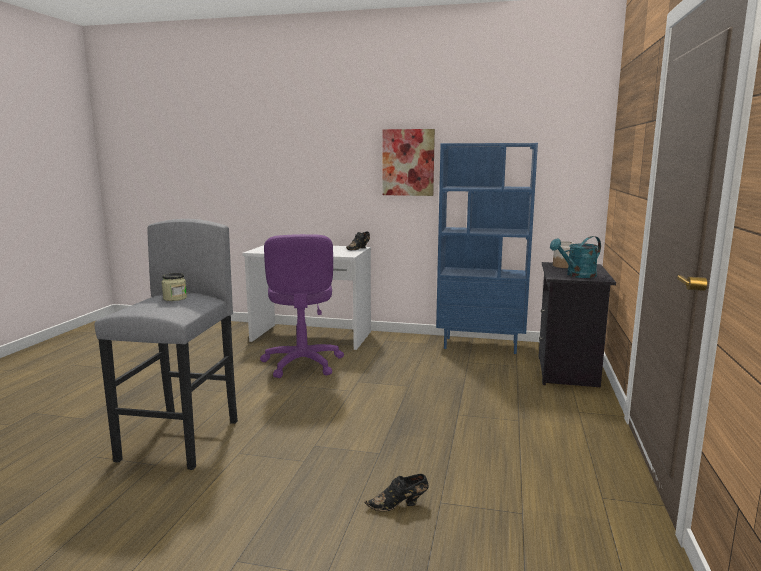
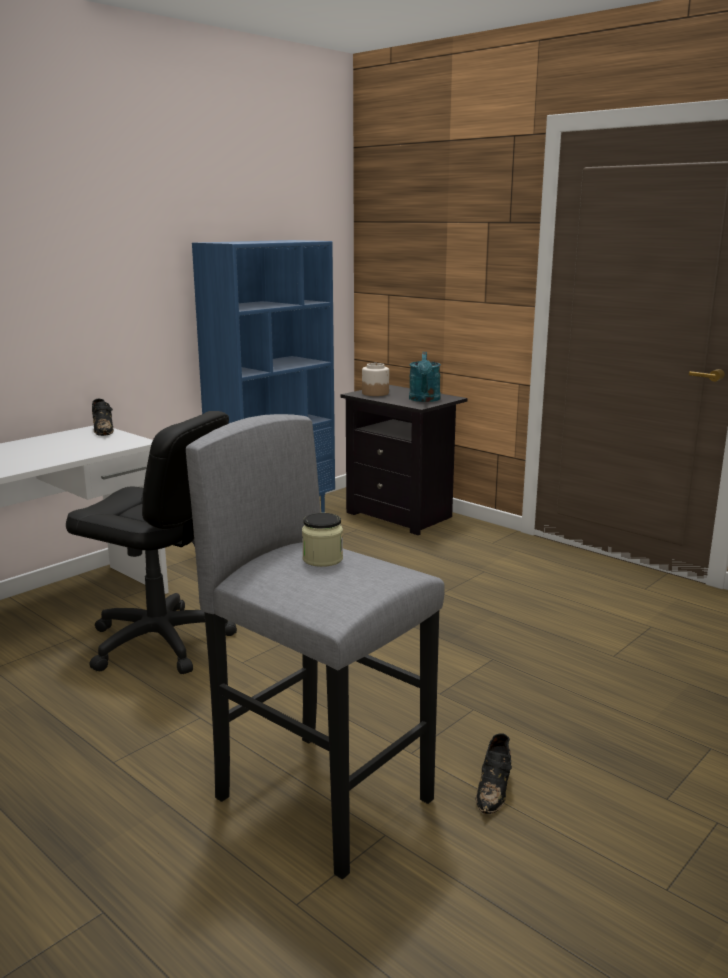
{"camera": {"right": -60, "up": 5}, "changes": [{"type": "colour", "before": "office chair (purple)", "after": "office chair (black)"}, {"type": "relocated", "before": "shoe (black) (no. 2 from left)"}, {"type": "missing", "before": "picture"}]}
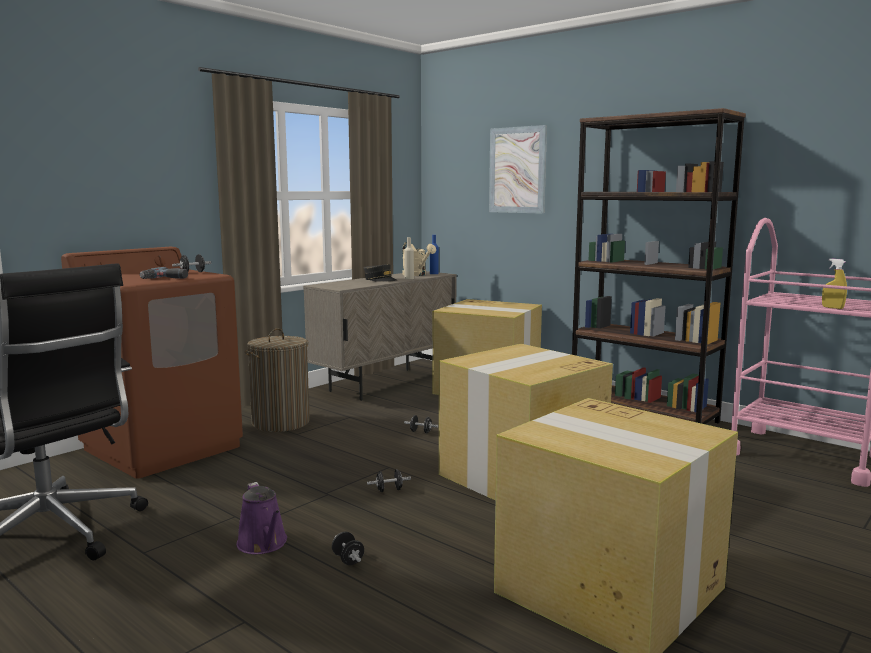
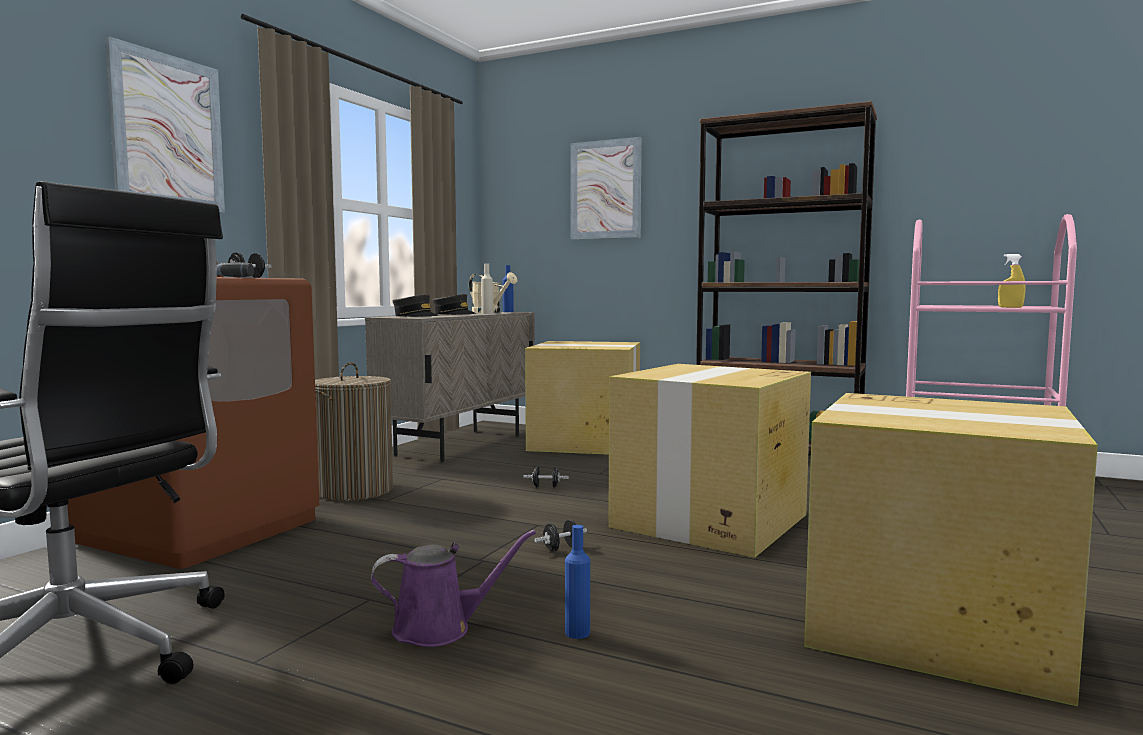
{"camera": {"right": -15, "up": -5}, "changes": [{"type": "appeared", "after": "picture (no. 1 from left)"}, {"type": "spun", "before": "watering can (purple)", "turn": -60}, {"type": "appeared", "after": "cap (grey) (no. 1 from left)"}, {"type": "exchanged", "before": "dumbbell (black) (no. 2 from left)", "after": "bottle (blue) (no. 2 from left)"}]}
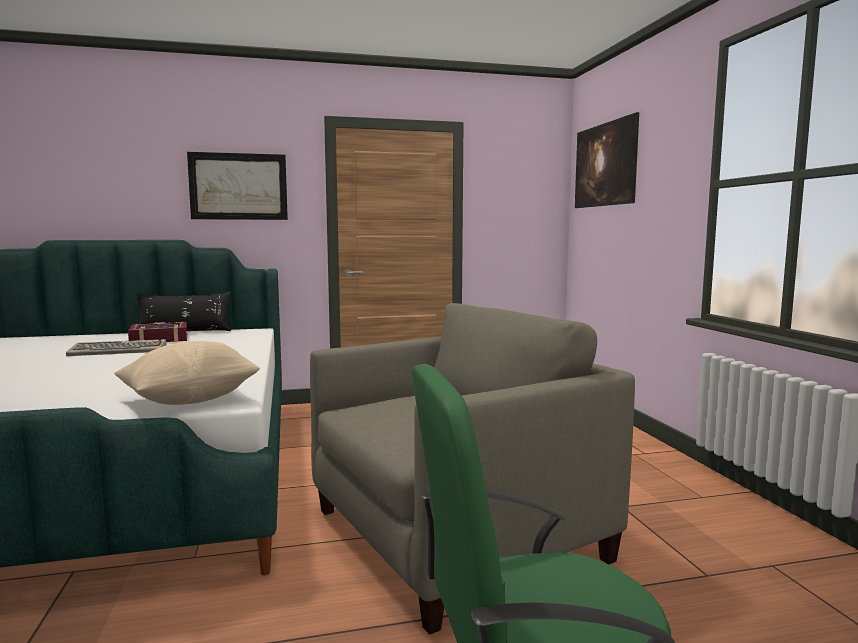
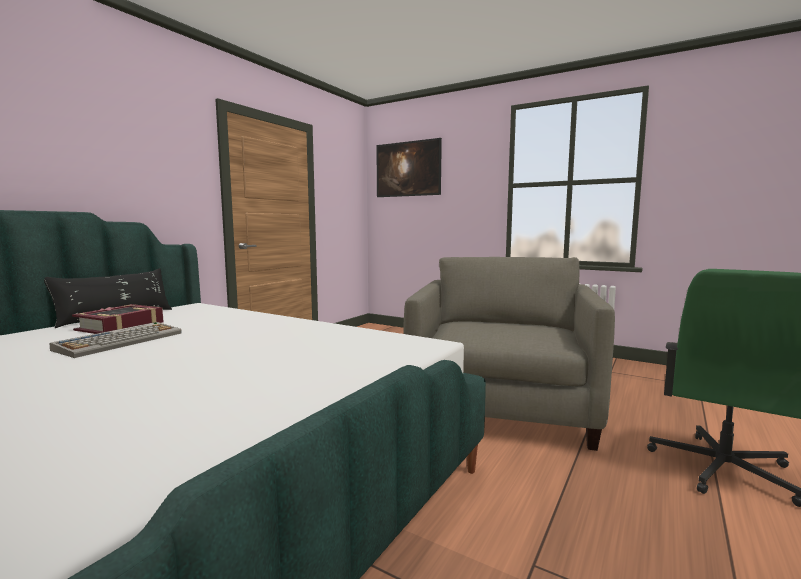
{"camera": {"right": -45, "up": 0}, "changes": [{"type": "missing", "before": "pillow (beige)"}, {"type": "missing", "before": "picture (no. 1 from left)"}]}
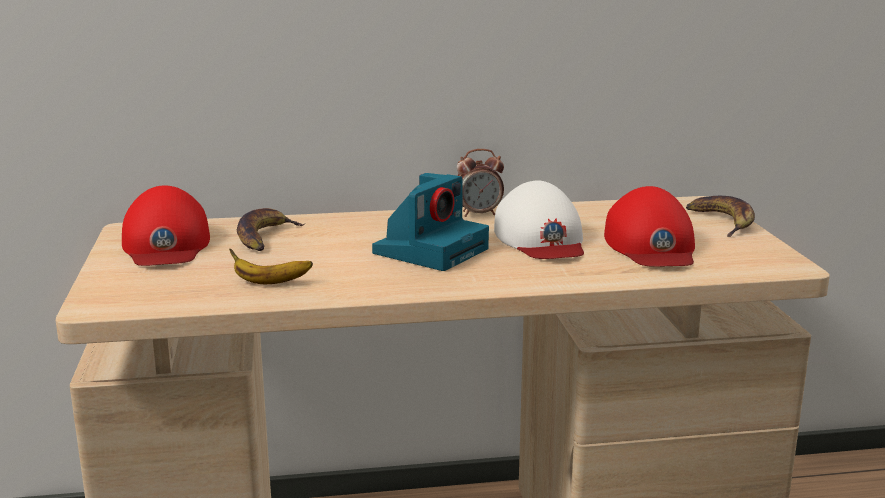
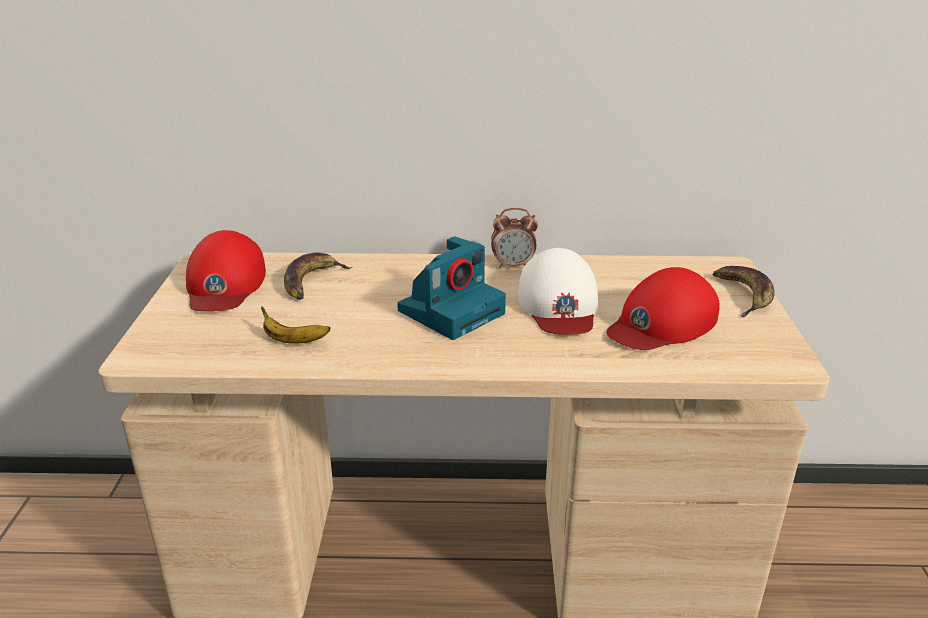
{"camera": {"right": 10, "up": 10}, "changes": [{"type": "spun", "before": "cap (red) (no. 2 from left)", "turn": 45}]}
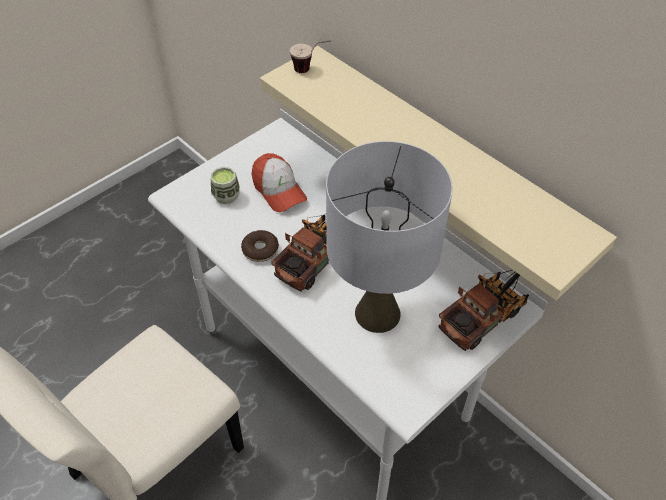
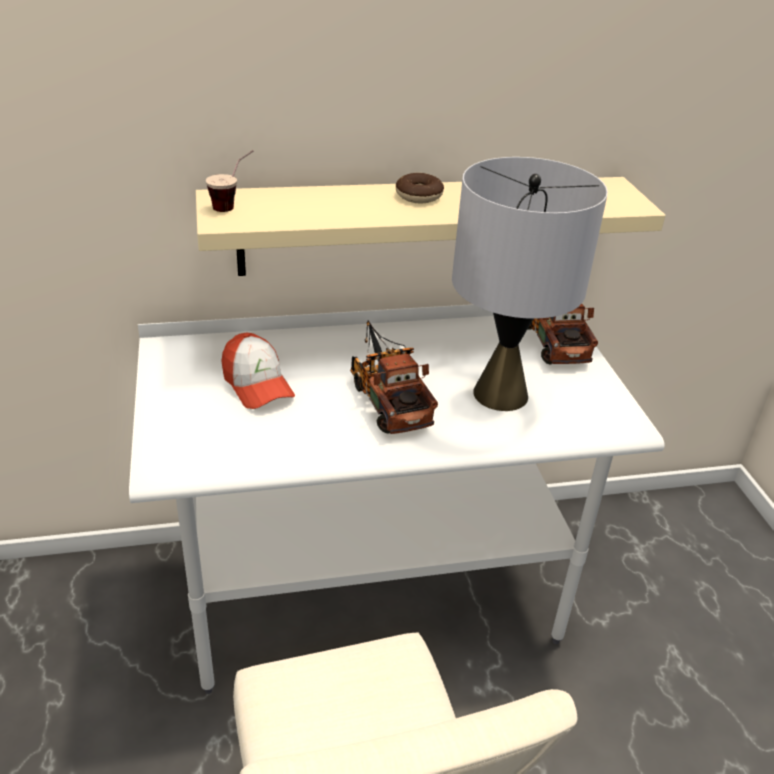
{"camera": {"right": -60, "up": -15}, "changes": [{"type": "spun", "before": "cap", "turn": 60}, {"type": "relocated", "before": "donut"}, {"type": "missing", "before": "cup (no. 1 from left)"}]}
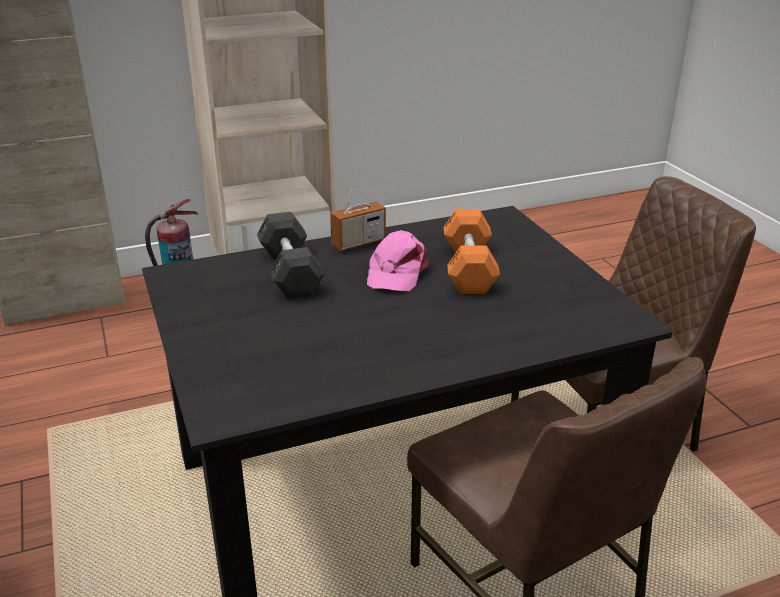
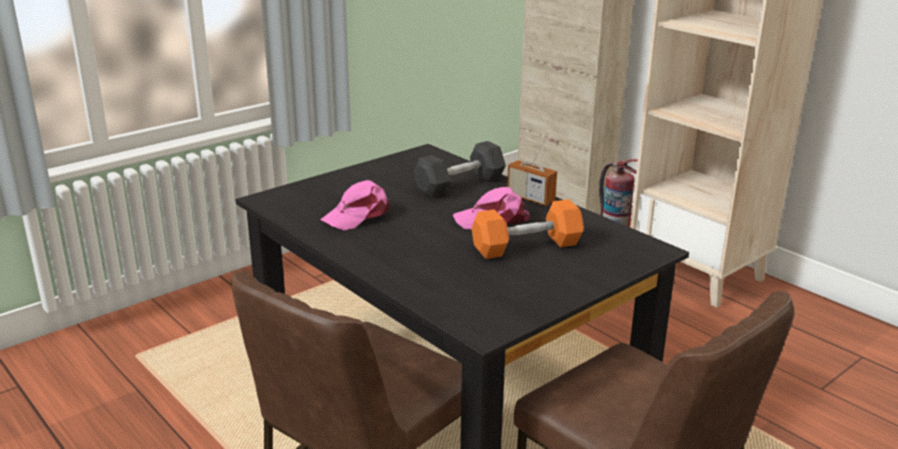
{"camera": {"right": 70, "up": -5}, "changes": [{"type": "appeared", "after": "cap (pink) (no. 1 from left)"}]}
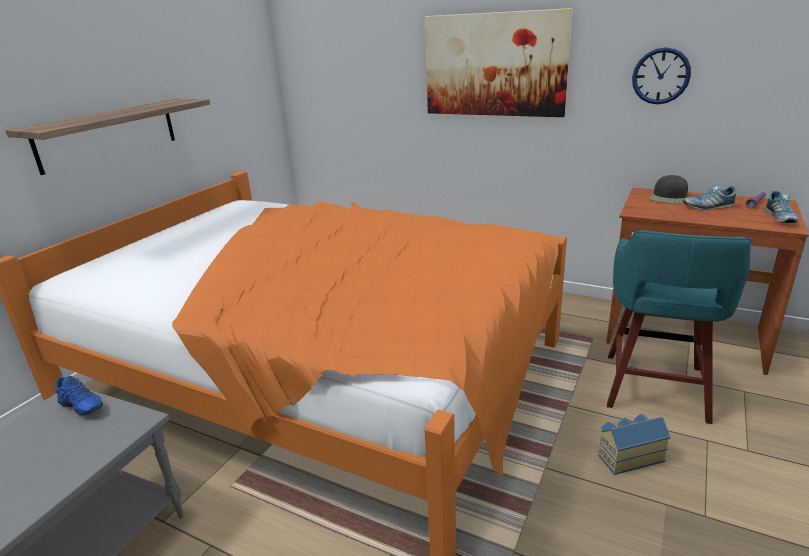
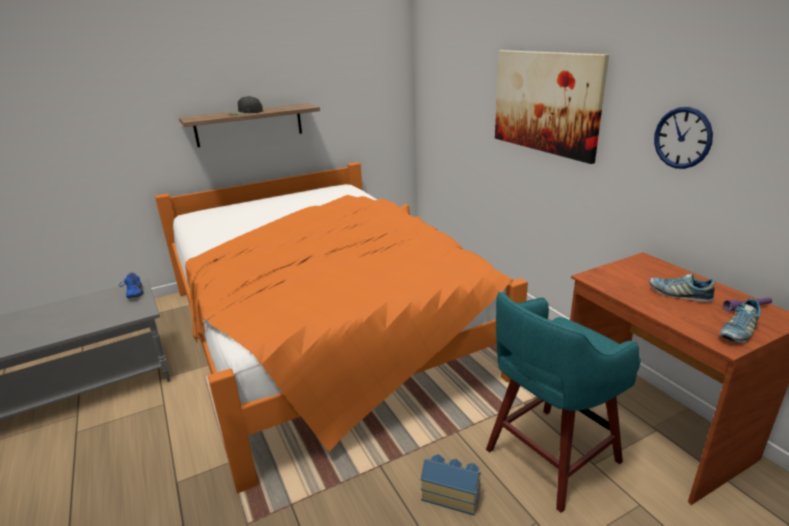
{"camera": {"right": 35, "up": 0}, "changes": [{"type": "relocated", "before": "cap (black)"}]}
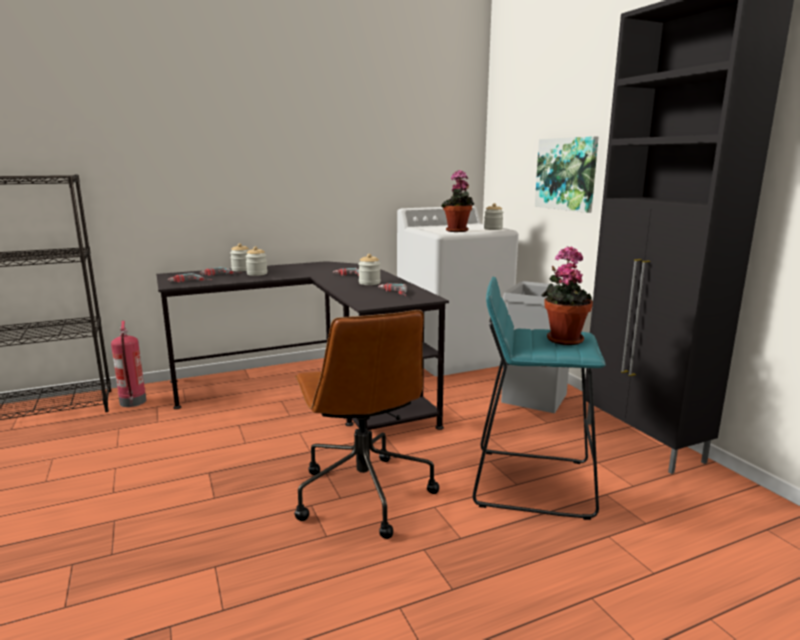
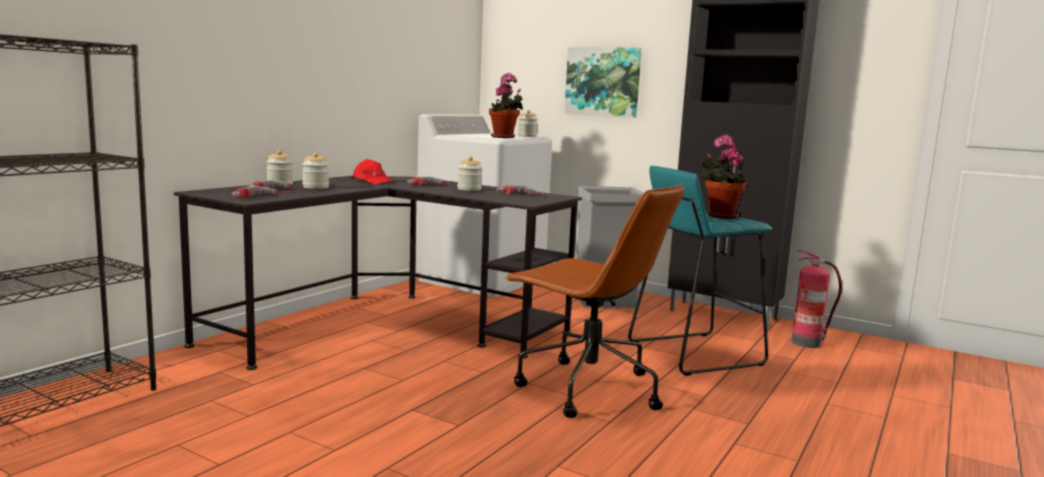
{"camera": {"right": -35, "up": -5}, "changes": [{"type": "appeared", "after": "cap (red)"}, {"type": "relocated", "before": "fire extinguisher"}]}
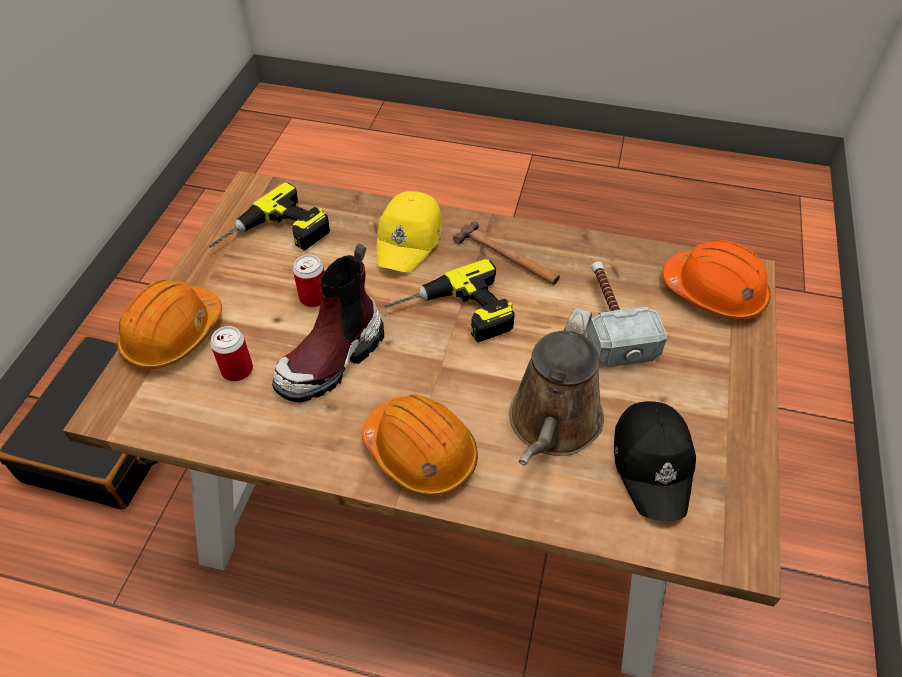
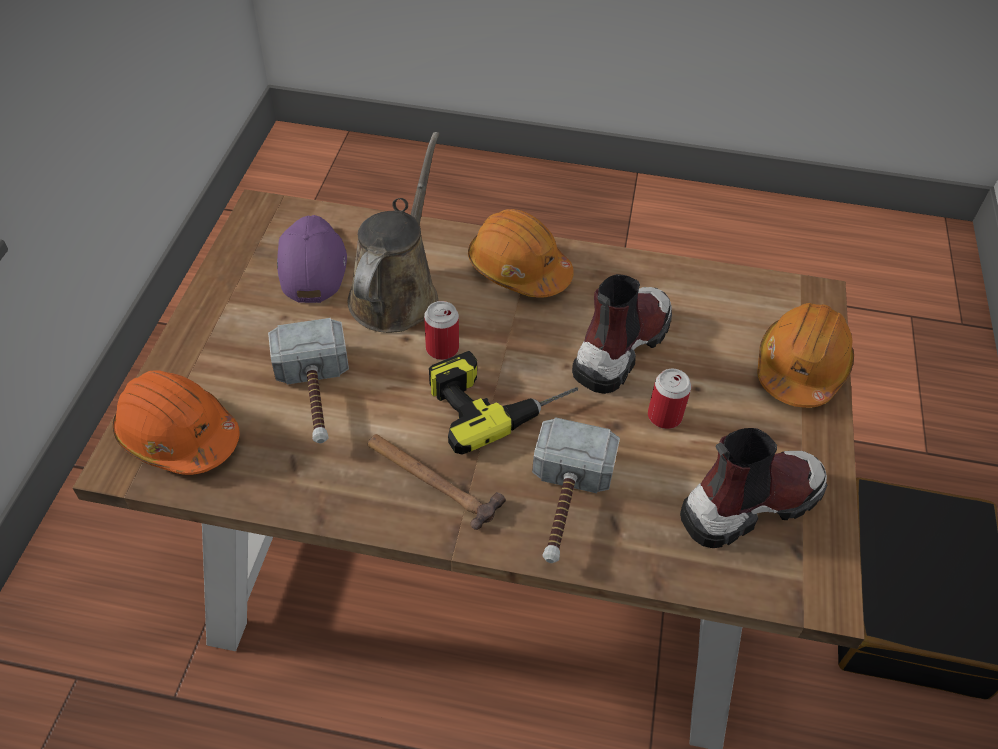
{"camera": {"right": 175, "up": 0}, "changes": [{"type": "colour", "before": "cap (black)", "after": "cap (purple)"}, {"type": "relocated", "before": "can (no. 1 from left)"}, {"type": "exchanged", "before": "cap (yellow)", "after": "hammer (no. 3 from left)"}, {"type": "exchanged", "before": "power drill (no. 1 from left)", "after": "boot (no. 2 from left)"}]}
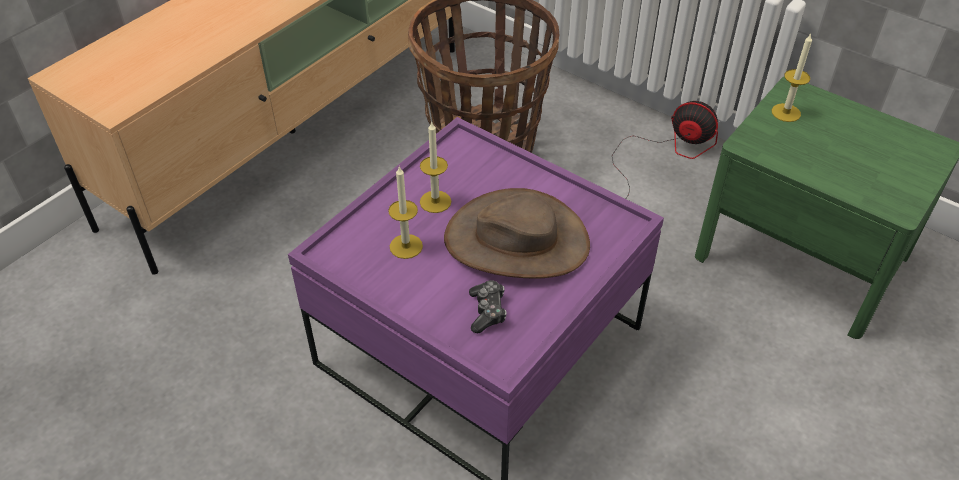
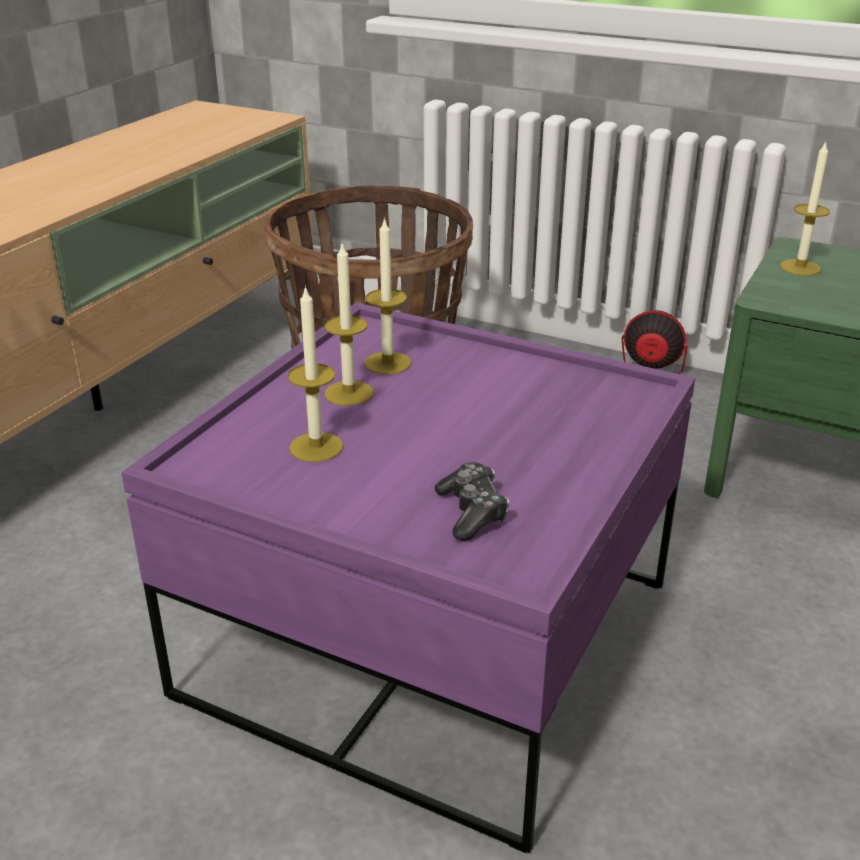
{"camera": {"right": -10, "up": -15}, "changes": [{"type": "appeared", "after": "candle (no. 3 from left)"}, {"type": "missing", "before": "hat (brown)"}]}
